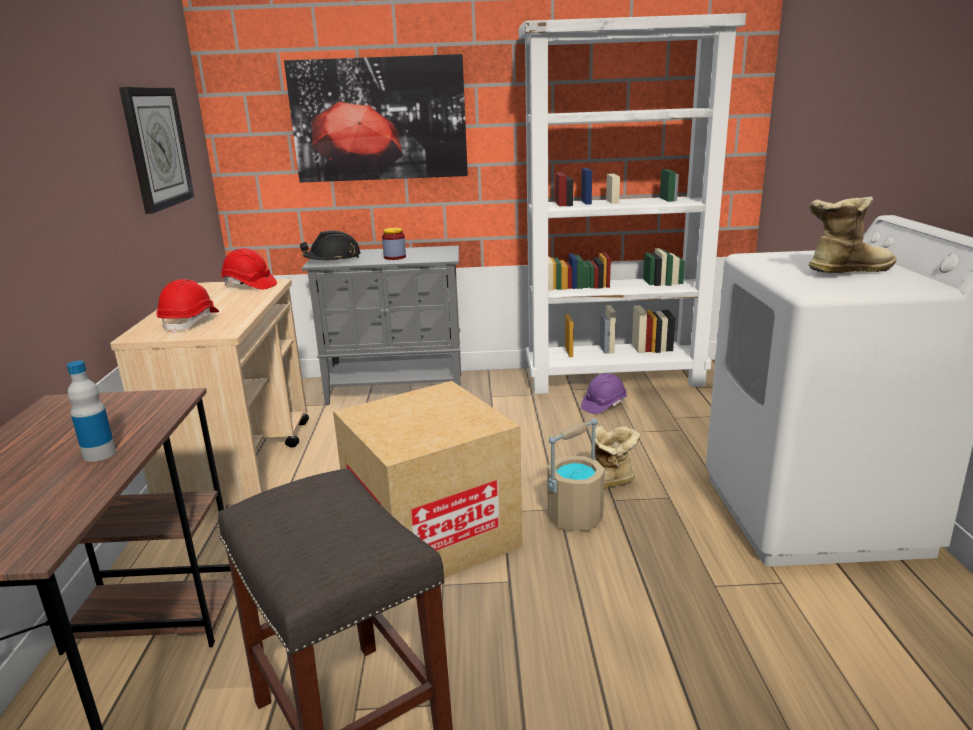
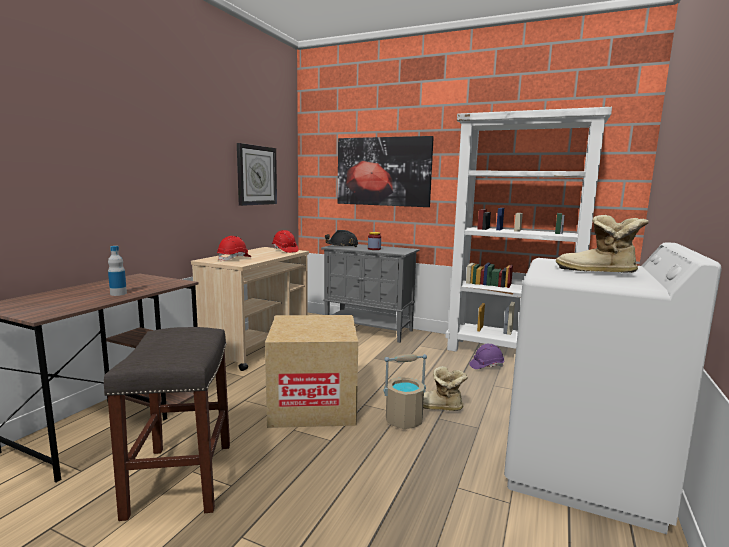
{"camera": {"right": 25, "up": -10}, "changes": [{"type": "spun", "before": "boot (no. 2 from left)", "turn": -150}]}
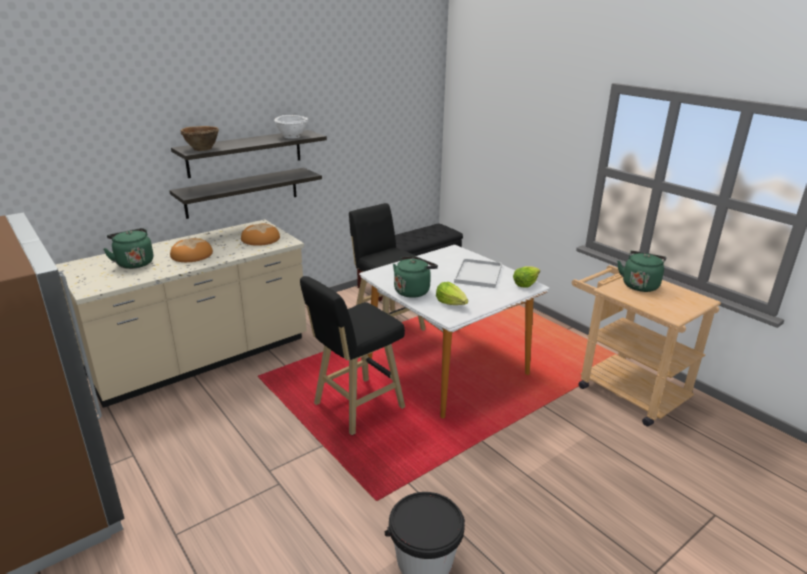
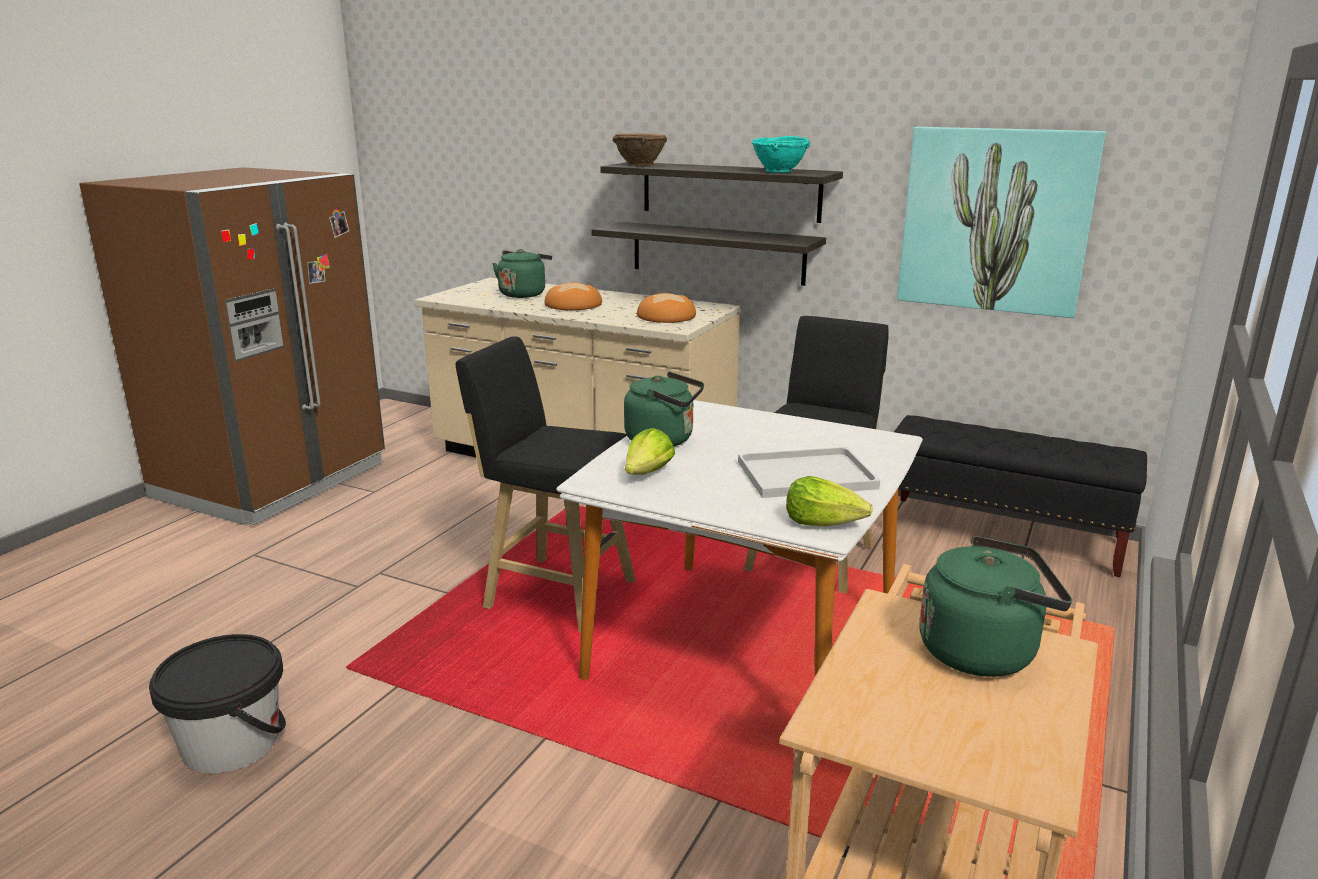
{"camera": {"right": 65, "up": -5}, "changes": [{"type": "colour", "before": "bowl (white)", "after": "bowl (turquoise)"}, {"type": "appeared", "after": "picture"}]}
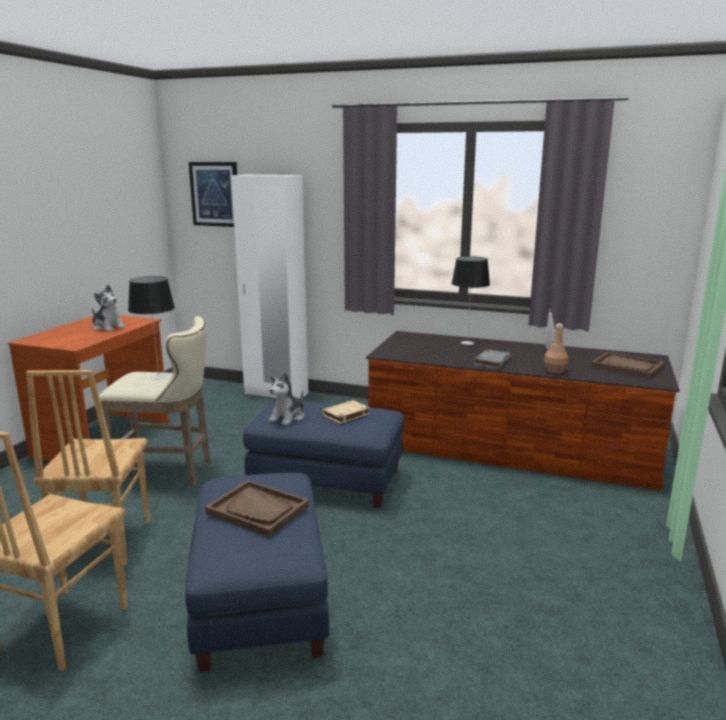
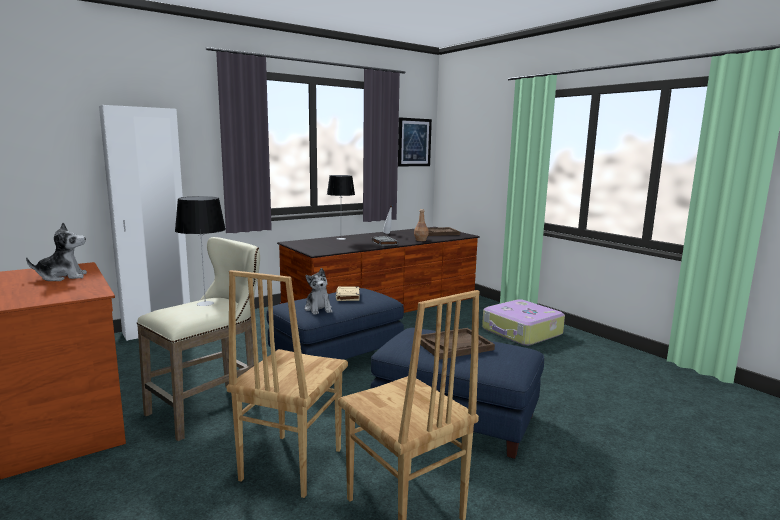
{"camera": {"right": -55, "up": -5}, "changes": [{"type": "spun", "before": "chair (brown) (no. 2 from left in the first image)", "turn": 75}, {"type": "relocated", "before": "picture"}, {"type": "appeared", "after": "suitcase"}]}
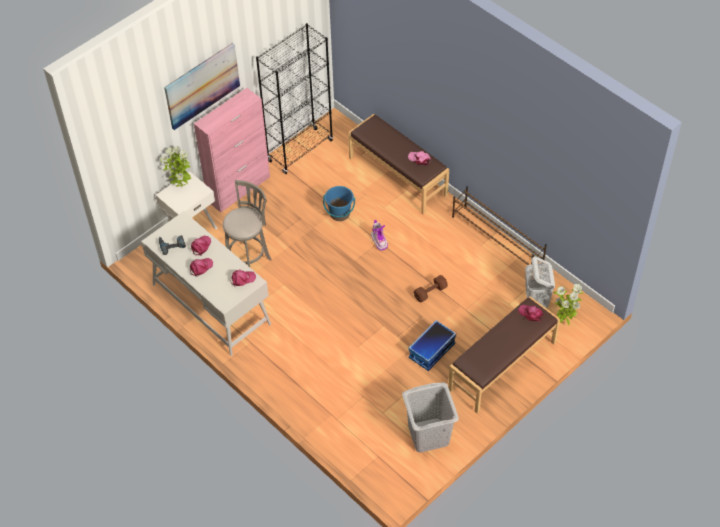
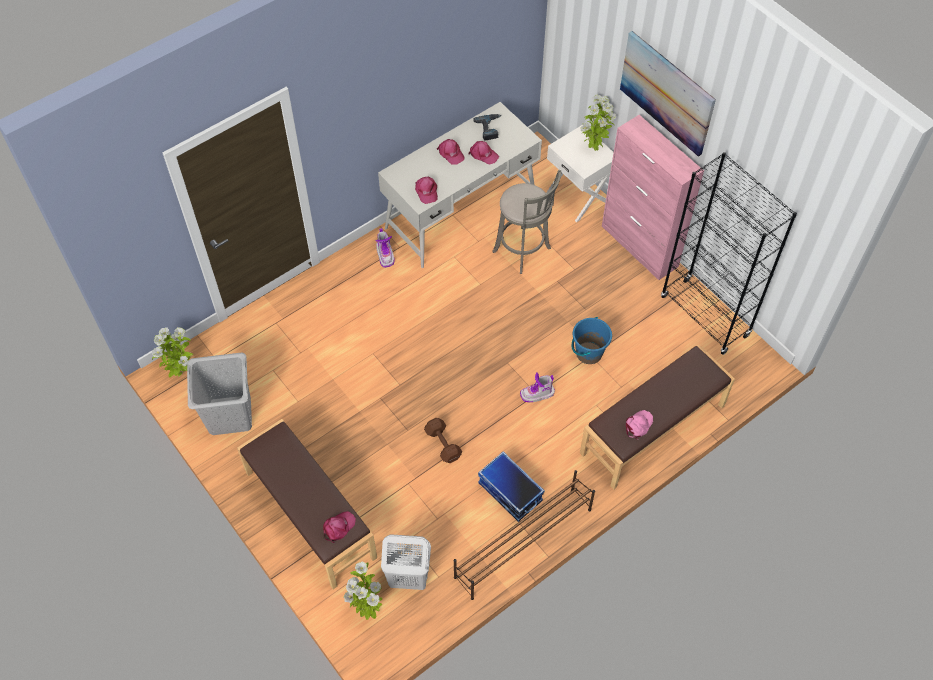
{"camera": {"right": 95, "up": 5}, "changes": [{"type": "appeared", "after": "potted plant (no. 1 from left)"}, {"type": "appeared", "after": "boot (no. 1 from left)"}, {"type": "relocated", "before": "storage box"}]}
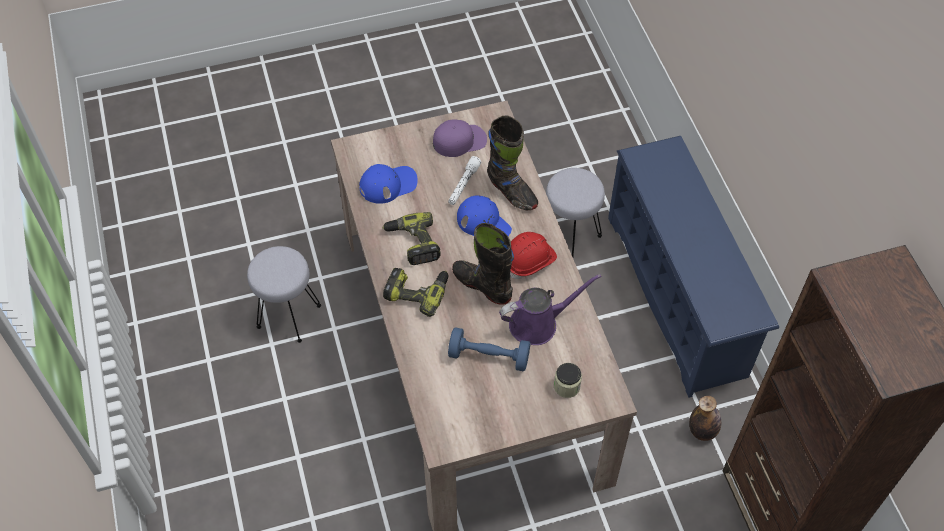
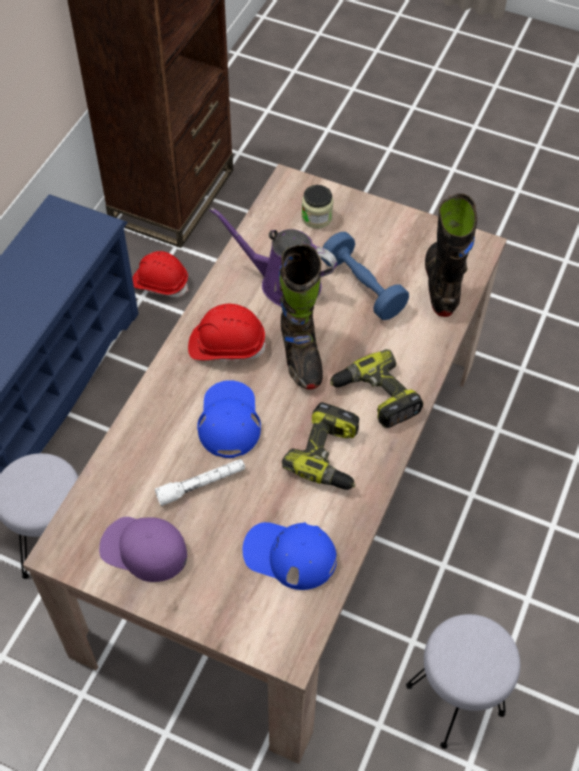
{"camera": {"right": -140, "up": 0}, "changes": [{"type": "exchanged", "before": "bottle", "after": "hard hat (red) (no. 1 from left)"}, {"type": "relocated", "before": "boot (black) (no. 2 from left)"}]}
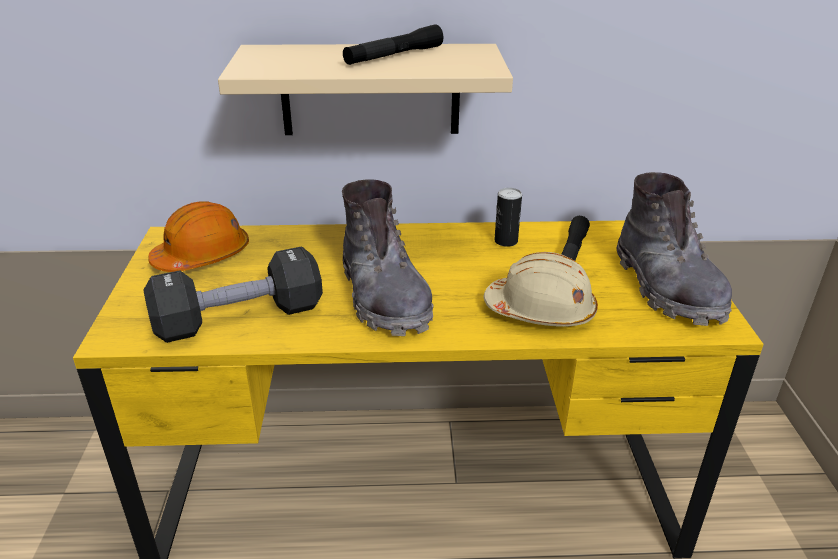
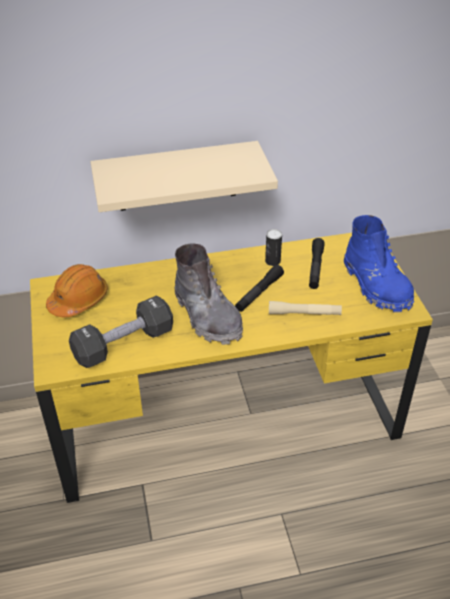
{"camera": {"right": -10, "up": 10}, "changes": [{"type": "relocated", "before": "flashlight (black) (no. 1 from left)"}, {"type": "exchanged", "before": "hard hat (beige)", "after": "flashlight (beige)"}, {"type": "colour", "before": "boot (grey) (no. 2 from left)", "after": "boot (blue)"}]}
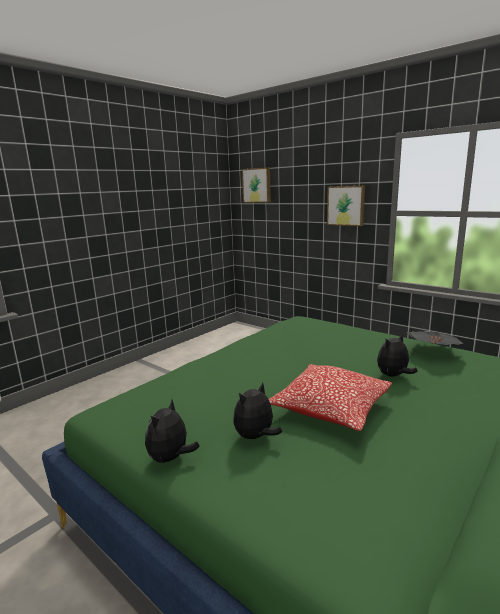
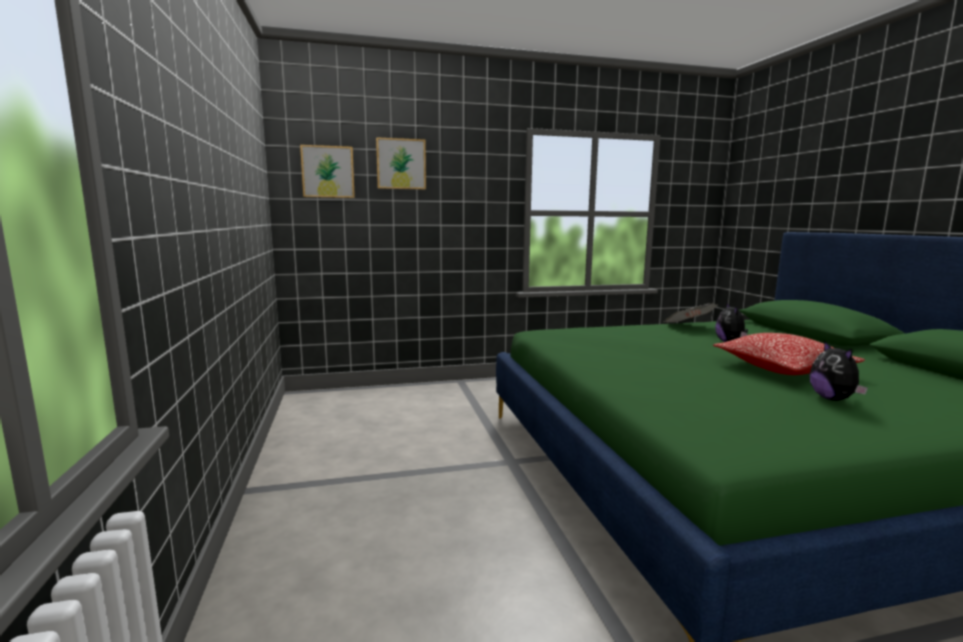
{"camera": {"right": -55, "up": -5}, "changes": [{"type": "relocated", "before": "picture (no. 2 from left)"}, {"type": "missing", "before": "plush toy (no. 1 from left)"}]}
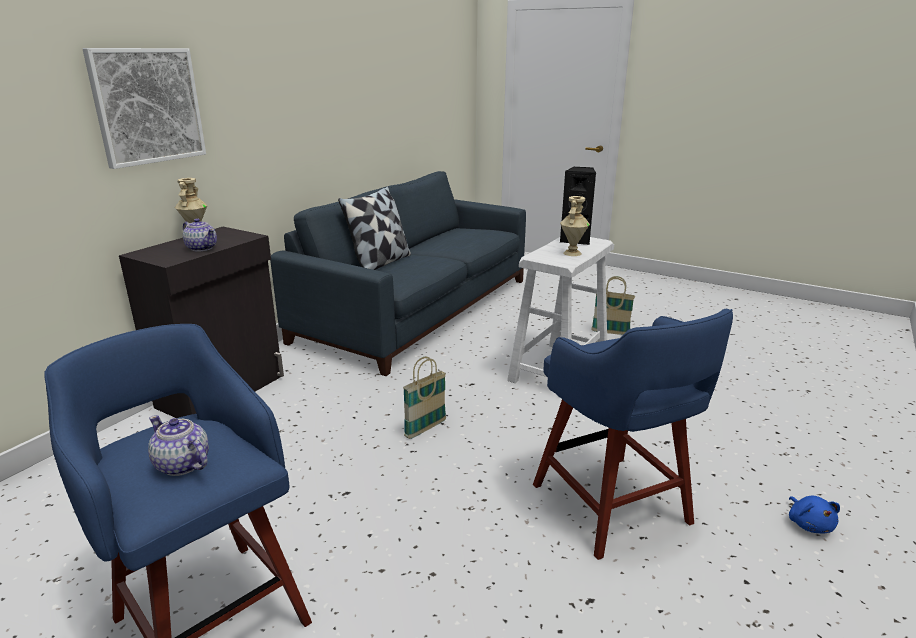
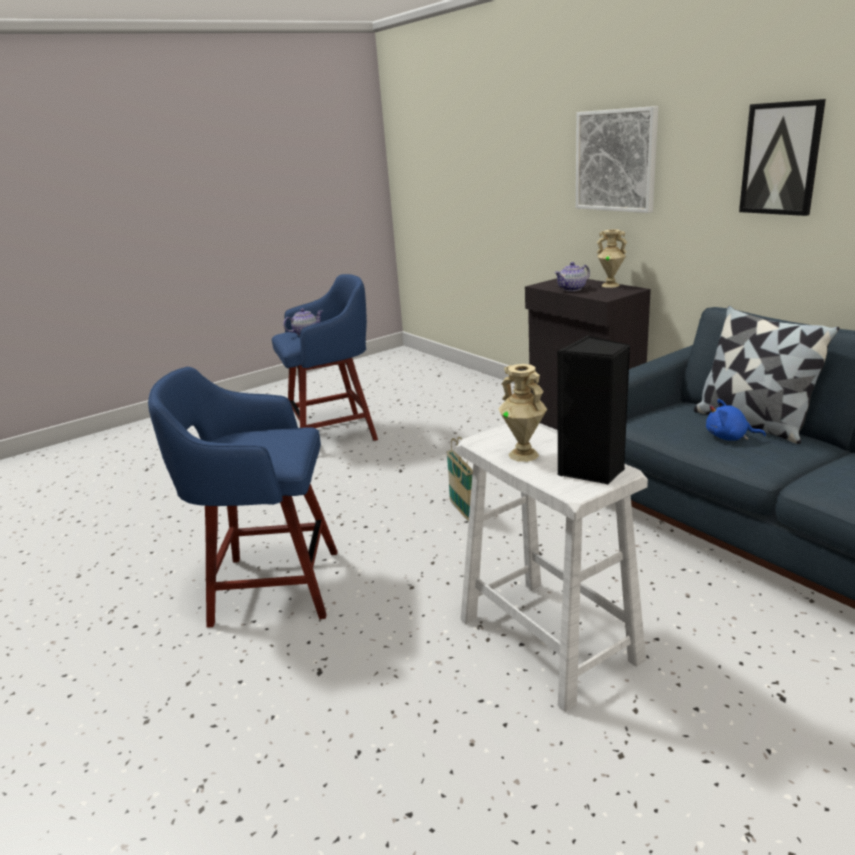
{"camera": {"right": 115, "up": 0}, "changes": [{"type": "relocated", "before": "plush toy (blue)"}, {"type": "appeared", "after": "picture (no. 2 from left)"}, {"type": "missing", "before": "basket (no. 2 from left)"}]}
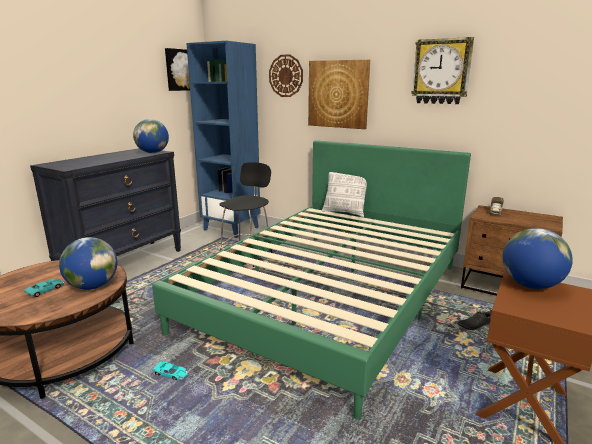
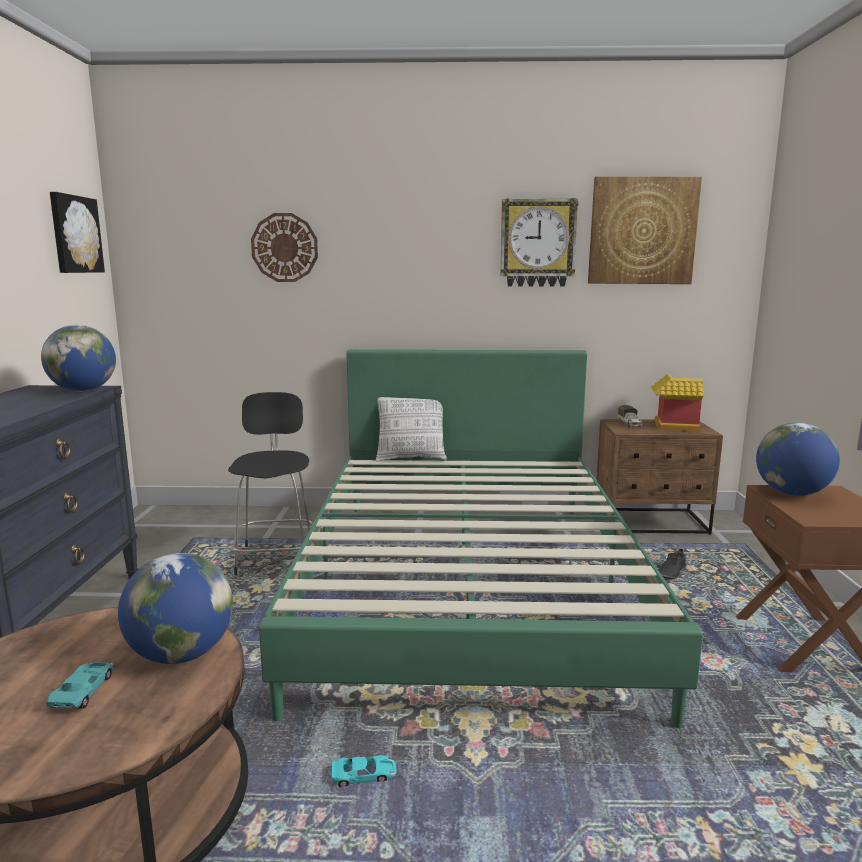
{"camera": {"right": -30, "up": -5}, "changes": [{"type": "relocated", "before": "picture (no. 2 from left)"}, {"type": "appeared", "after": "toy house"}, {"type": "missing", "before": "bookcase (blue)"}]}
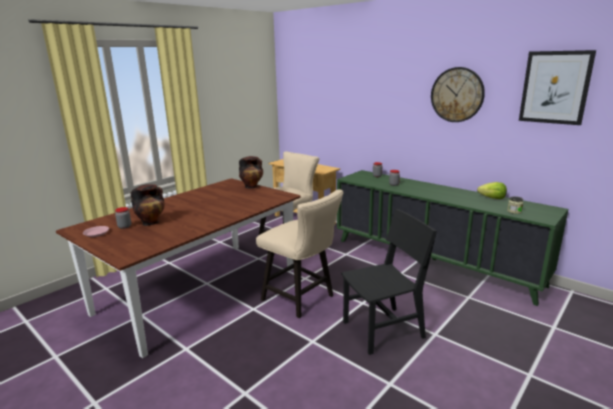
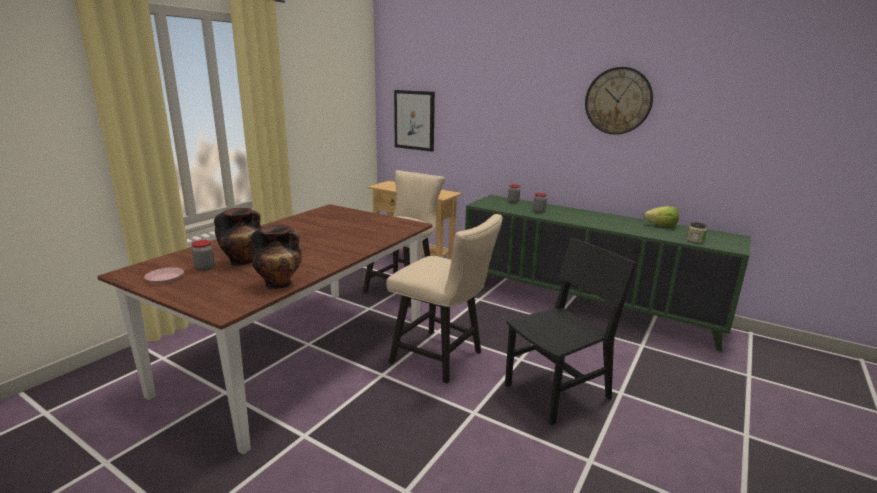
{"camera": {"right": -10, "up": 0}, "changes": [{"type": "relocated", "before": "vase (no. 2 from left)"}, {"type": "relocated", "before": "picture"}]}
